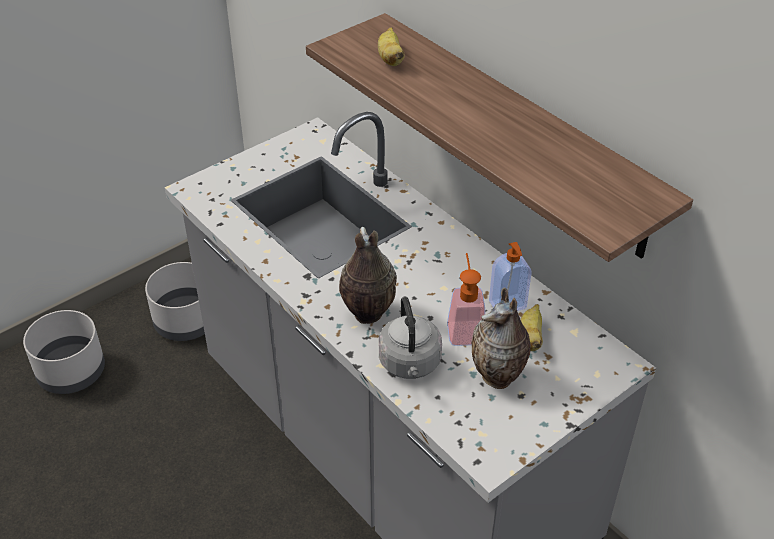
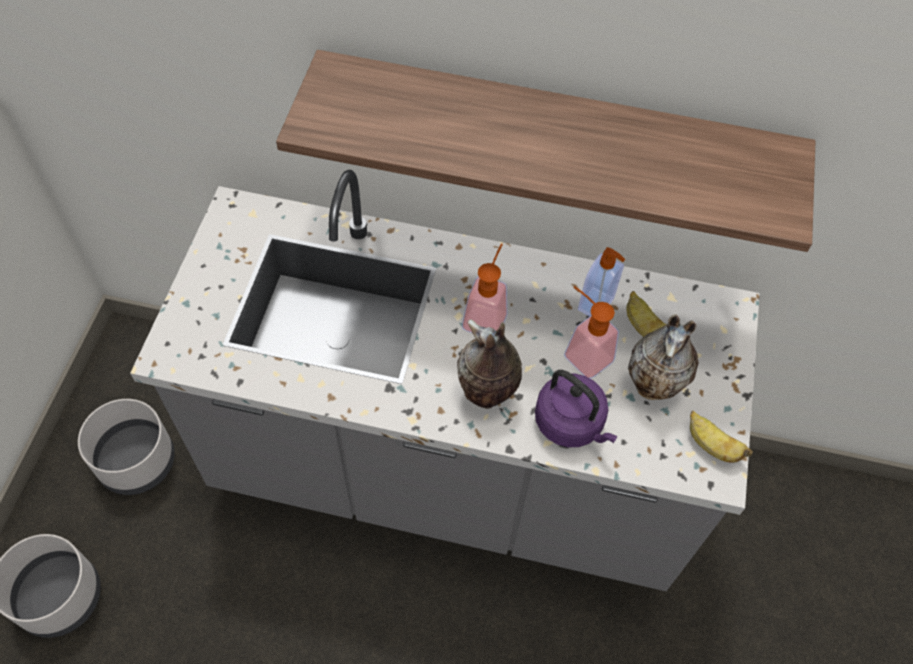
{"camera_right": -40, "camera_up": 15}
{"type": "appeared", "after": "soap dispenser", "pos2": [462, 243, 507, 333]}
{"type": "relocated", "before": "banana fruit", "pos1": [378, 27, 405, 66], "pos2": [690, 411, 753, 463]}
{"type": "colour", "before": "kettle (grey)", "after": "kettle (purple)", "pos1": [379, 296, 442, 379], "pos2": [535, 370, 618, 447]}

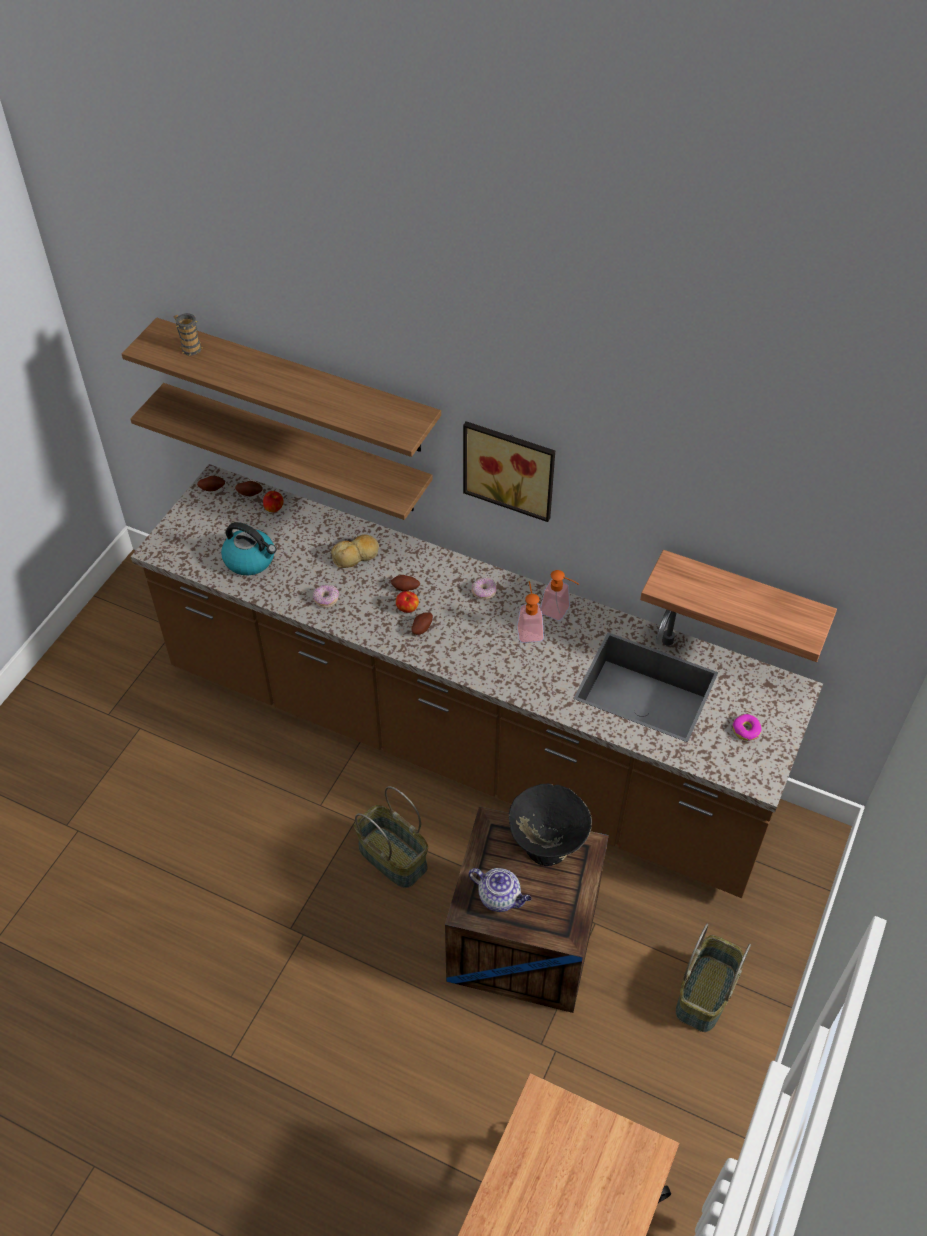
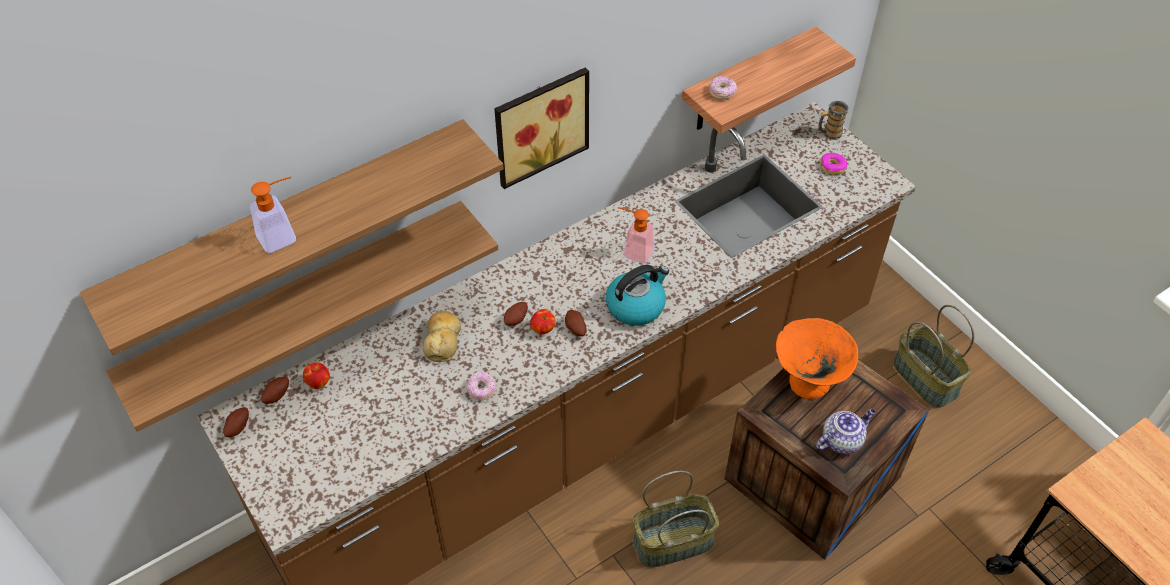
{"camera_right": -60, "camera_up": 0}
{"type": "relocated", "before": "tea mug", "pos1": [173, 313, 202, 356], "pos2": [819, 101, 849, 140]}
{"type": "relocated", "before": "kettle", "pos1": [221, 522, 276, 575], "pos2": [606, 265, 669, 326]}
{"type": "relocated", "before": "doughnut", "pos1": [472, 577, 496, 599], "pos2": [709, 76, 737, 99]}
{"type": "relocated", "before": "soap dispenser", "pos1": [541, 570, 579, 621], "pos2": [250, 176, 296, 253]}
{"type": "colour", "before": "serving bowl (black)", "after": "serving bowl (orangey)", "pos1": [509, 784, 592, 866], "pos2": [776, 318, 858, 399]}

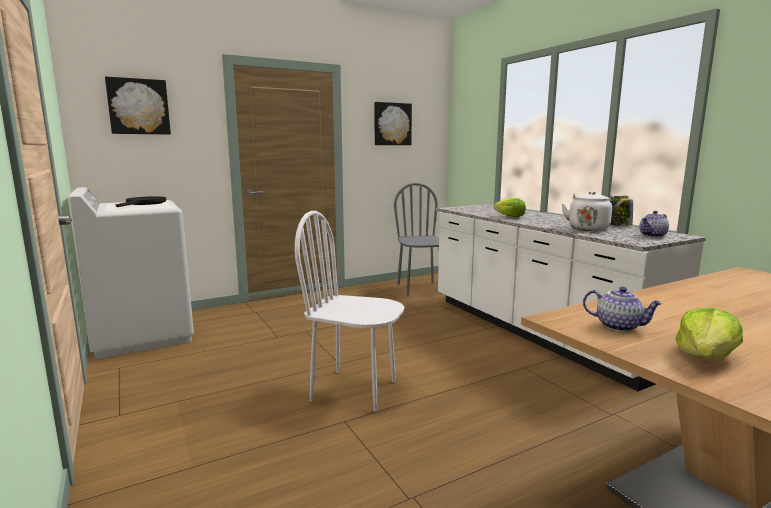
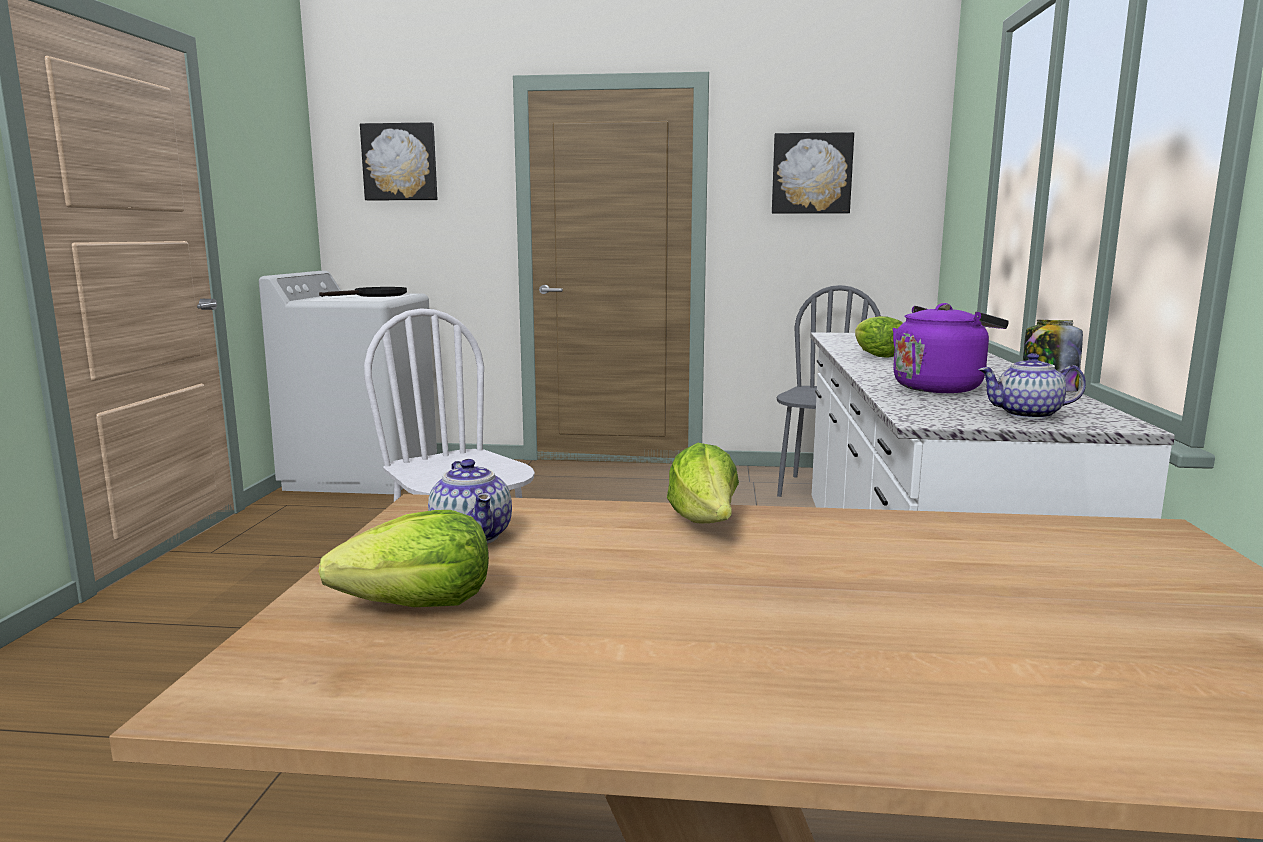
{"camera_right": 35, "camera_up": 0}
{"type": "appeared", "after": "head of lettuce", "pos2": [667, 443, 739, 524]}
{"type": "colour", "before": "kettle (white)", "after": "kettle (purple)", "pos1": [562, 191, 613, 231], "pos2": [892, 303, 1009, 393]}

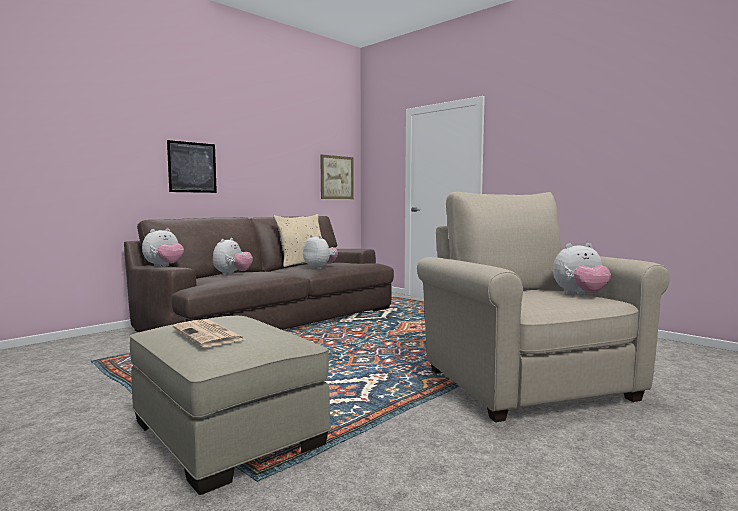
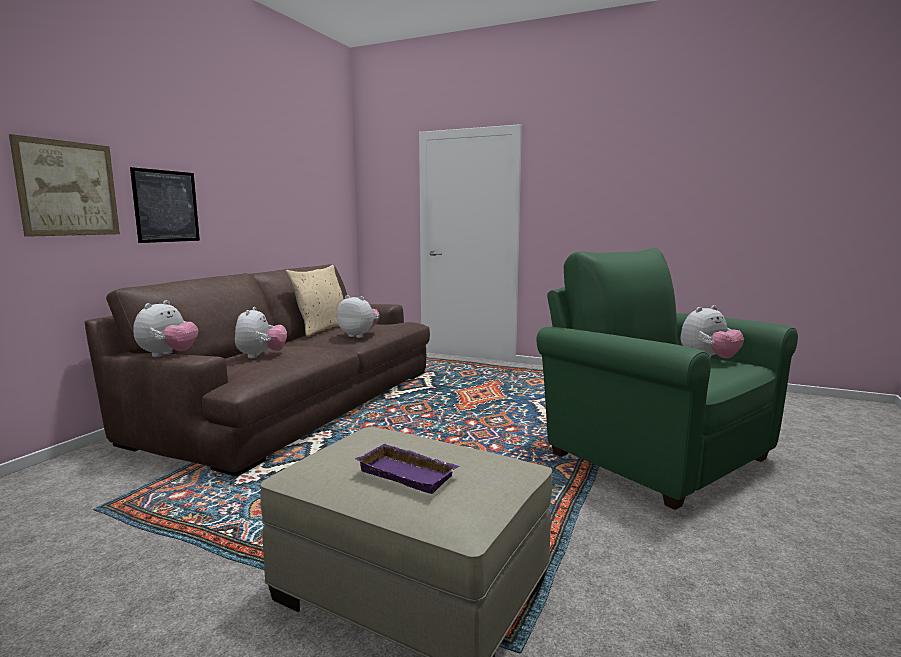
{"camera_right": -20, "camera_up": 5}
{"type": "relocated", "before": "wall picture", "pos1": [320, 154, 354, 199], "pos2": [9, 134, 120, 237]}
{"type": "exchanged", "before": "printed paper", "after": "serving tray (purple)", "pos1": [173, 319, 247, 347], "pos2": [355, 444, 460, 494]}
{"type": "colour", "before": "armchair (sand-coloured)", "after": "armchair (green)", "pos1": [417, 192, 670, 422], "pos2": [537, 248, 798, 510]}

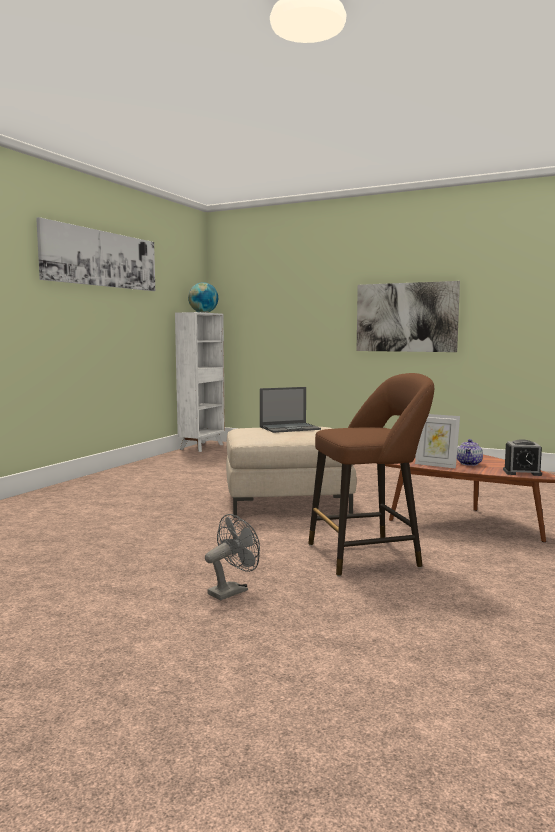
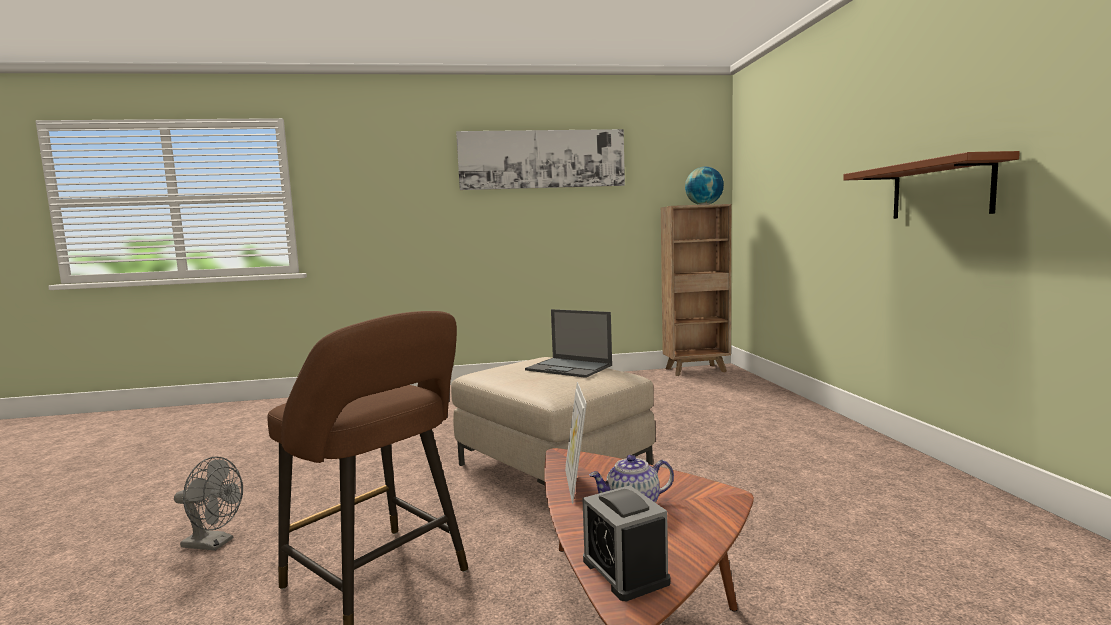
{"camera_right": 55, "camera_up": 0}
{"type": "exchanged", "before": "wall picture", "after": "wall shelf (brown-coloured)", "pos1": [357, 281, 460, 352], "pos2": [843, 151, 1020, 219]}
{"type": "colour", "before": "bookshelf (white)", "after": "bookshelf (brown-coloured)", "pos1": [175, 312, 225, 452], "pos2": [661, 204, 731, 376]}

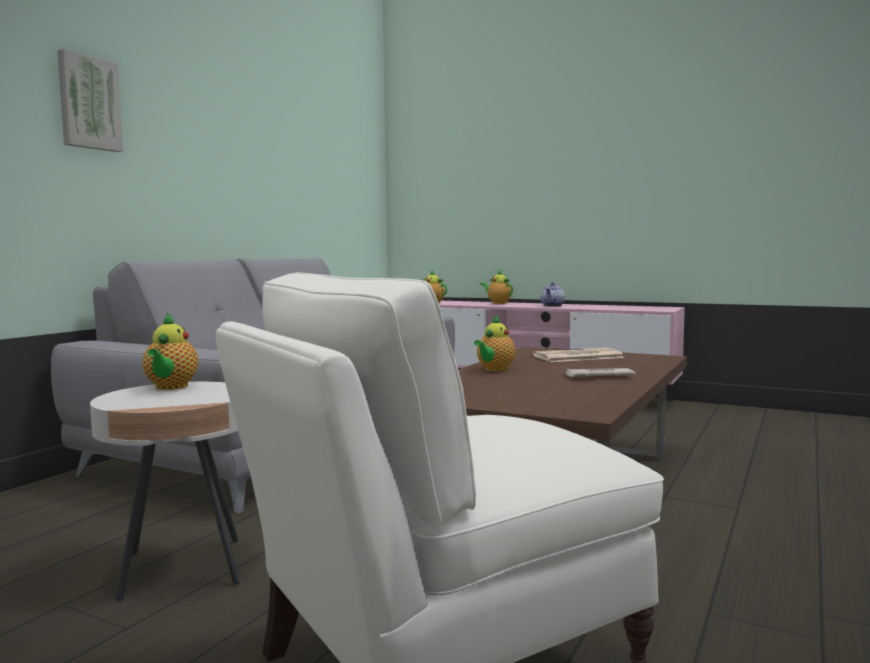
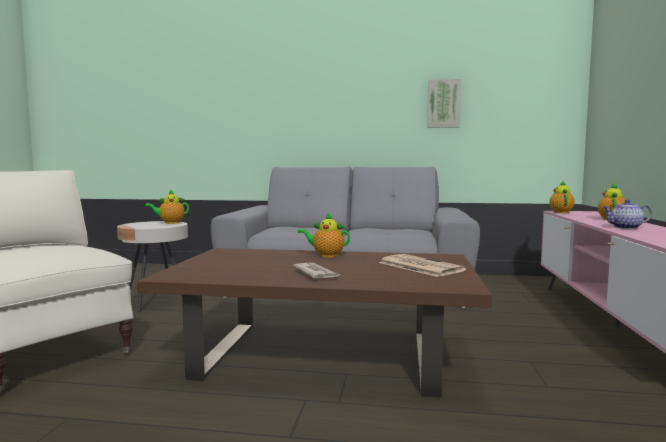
{"camera_right": 70, "camera_up": 0}
{"type": "relocated", "before": "wall picture", "pos1": [57, 49, 123, 152], "pos2": [427, 79, 461, 128]}

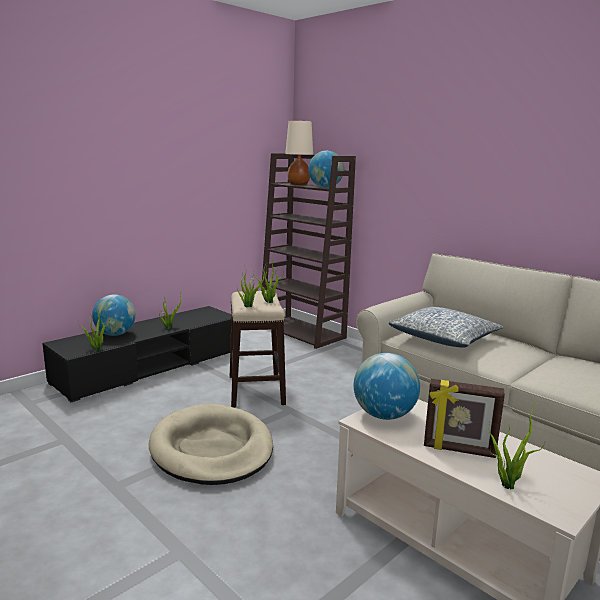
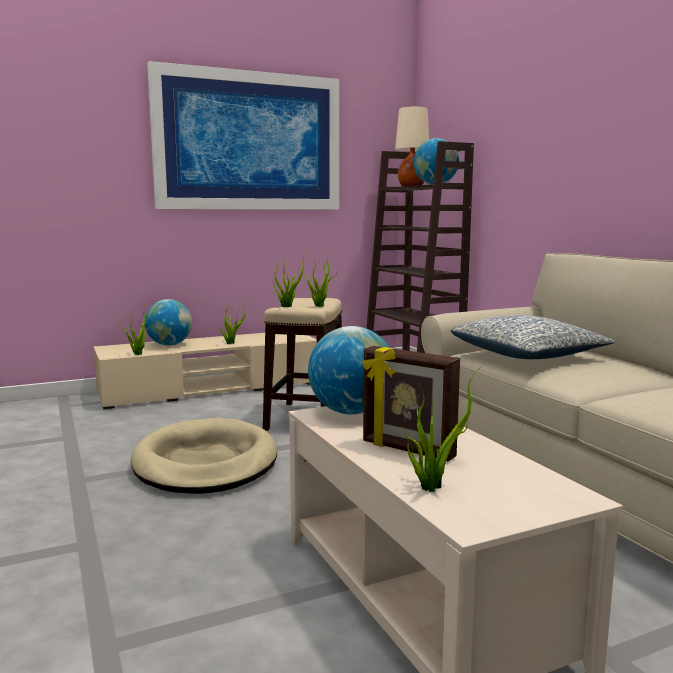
{"camera_right": 20, "camera_up": -5}
{"type": "appeared", "after": "wall picture", "pos2": [147, 61, 339, 210]}
{"type": "colour", "before": "tv stand (black)", "after": "tv stand (sand-coloured)", "pos1": [42, 306, 231, 402], "pos2": [93, 333, 317, 409]}

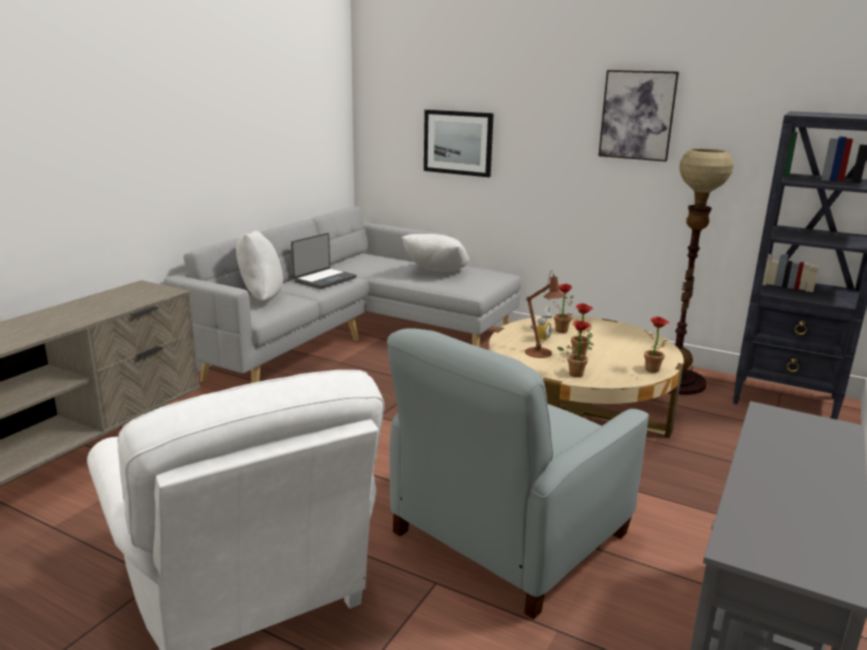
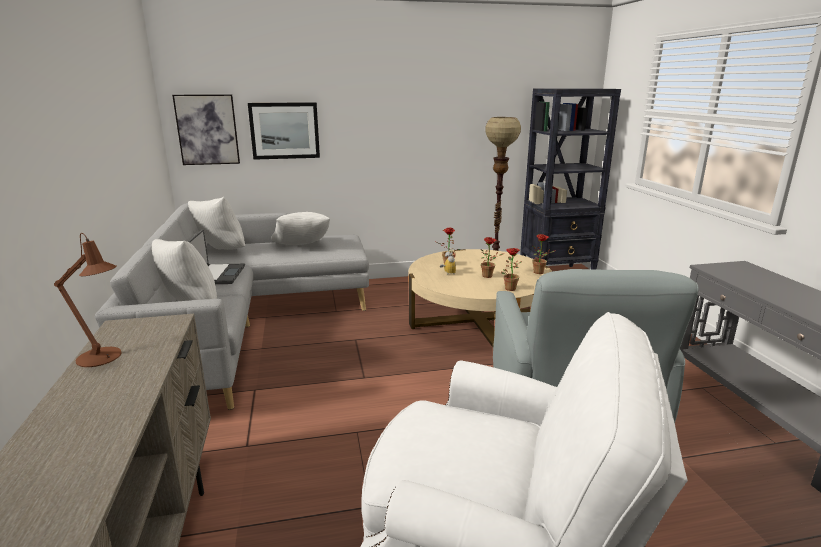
{"camera_right": -40, "camera_up": 0}
{"type": "appeared", "after": "throw pillow (white)", "pos2": [188, 197, 245, 250]}
{"type": "relocated", "before": "table lamp (brown-coloured)", "pos1": [525, 270, 565, 358], "pos2": [54, 233, 122, 367]}
{"type": "relocated", "before": "wall picture", "pos1": [598, 70, 679, 162], "pos2": [172, 94, 240, 165]}

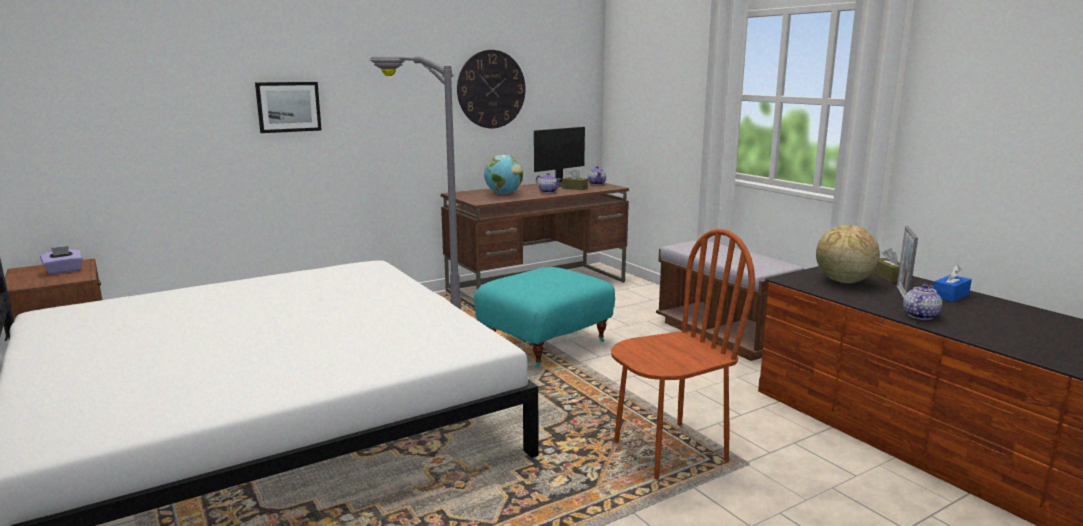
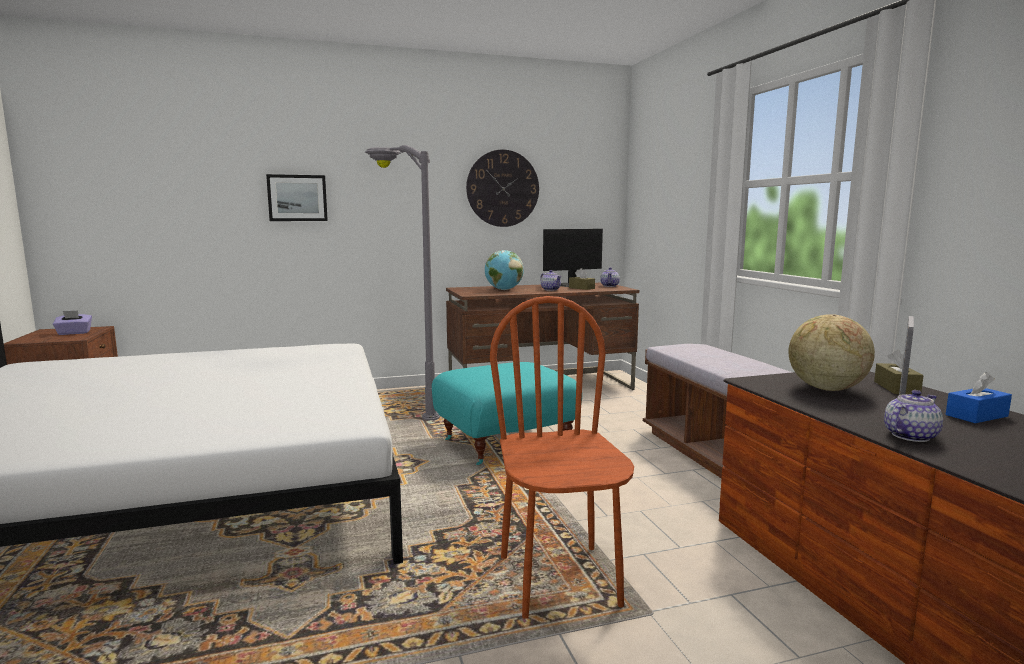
{"camera_right": 15, "camera_up": -5}
{"type": "spun", "before": "plain chair (brown-coloured)", "pos1": [611, 229, 755, 480], "pos2": [490, 296, 634, 619], "turn": -90}

